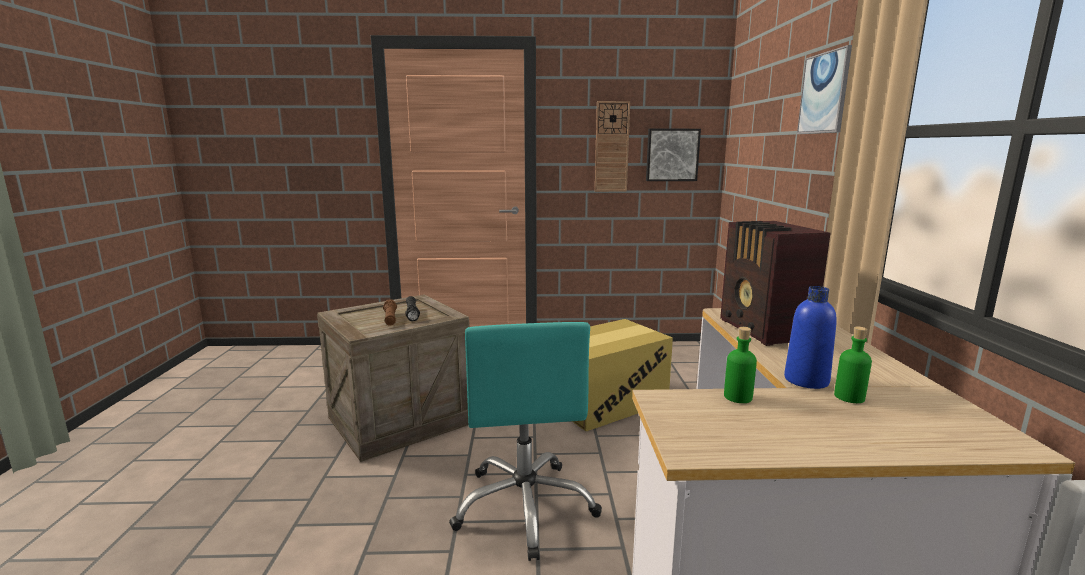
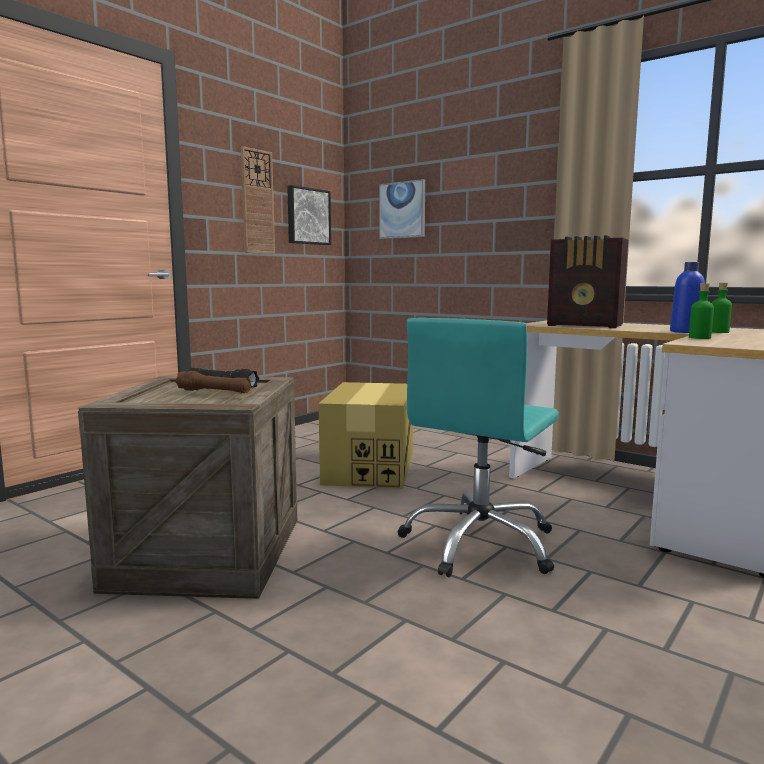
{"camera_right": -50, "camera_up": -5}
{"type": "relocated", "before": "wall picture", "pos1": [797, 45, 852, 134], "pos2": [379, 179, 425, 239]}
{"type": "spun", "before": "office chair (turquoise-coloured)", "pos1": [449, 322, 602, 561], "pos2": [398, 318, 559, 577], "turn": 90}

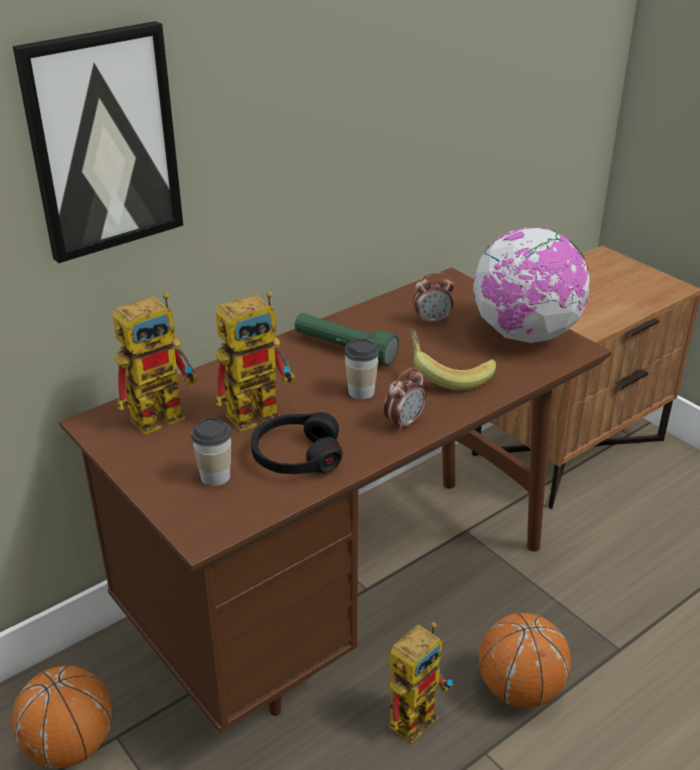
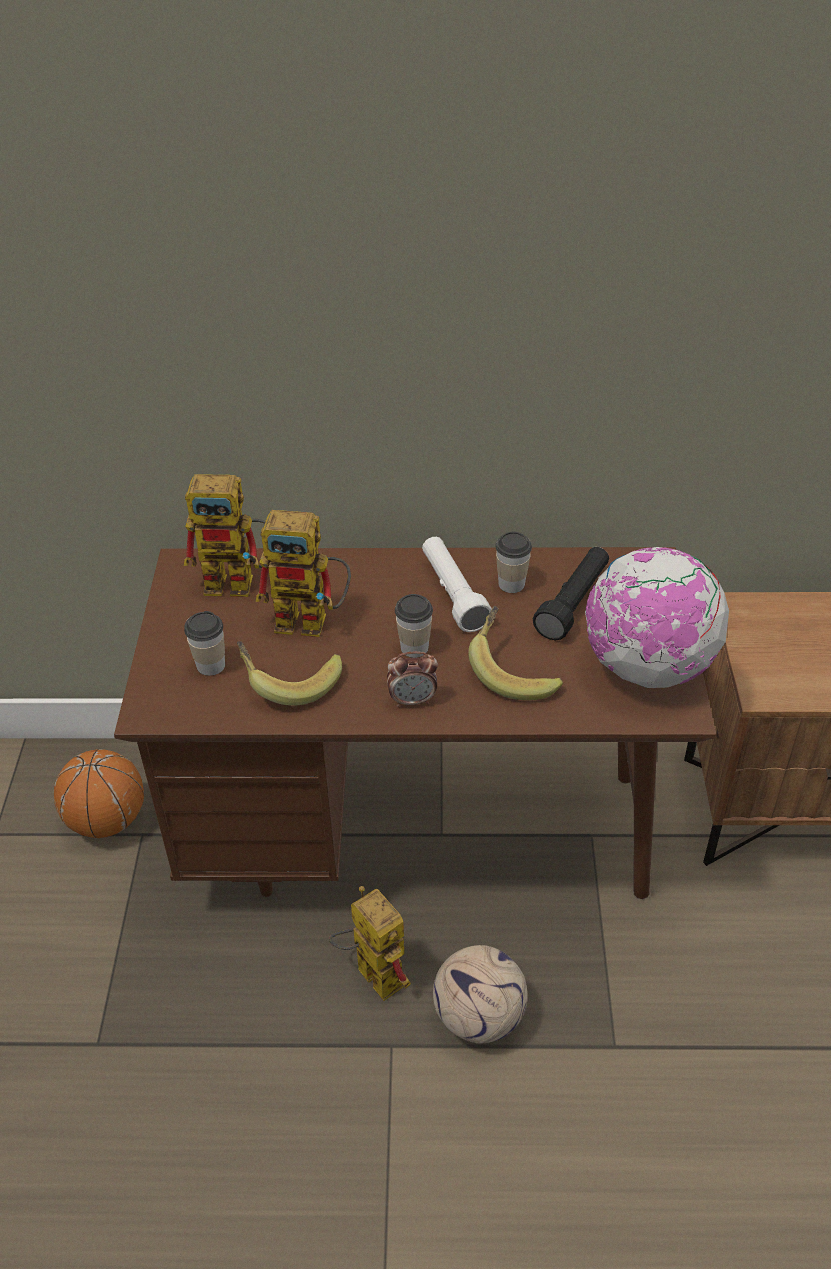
{"camera_right": 40, "camera_up": 10}
{"type": "missing", "before": "wall picture", "pos1": [13, 21, 183, 263]}
{"type": "appeared", "after": "cup", "pos2": [496, 532, 532, 593]}
{"type": "exchanged", "before": "headset (black)", "after": "banana fruit", "pos1": [251, 412, 342, 474], "pos2": [237, 641, 342, 706]}
{"type": "exchanged", "before": "bedside clock", "after": "flashlight (black)", "pos1": [413, 273, 454, 325], "pos2": [533, 547, 609, 640]}
{"type": "exchanged", "before": "ball for basketball", "after": "ball for football", "pos1": [479, 613, 571, 708], "pos2": [433, 945, 528, 1044]}
{"type": "colour", "before": "flashlight (green)", "after": "flashlight (white)", "pos1": [295, 313, 399, 366], "pos2": [422, 537, 492, 632]}
{"type": "spun", "before": "robot figure", "pos1": [389, 622, 453, 744], "pos2": [329, 886, 411, 1001], "turn": -120}

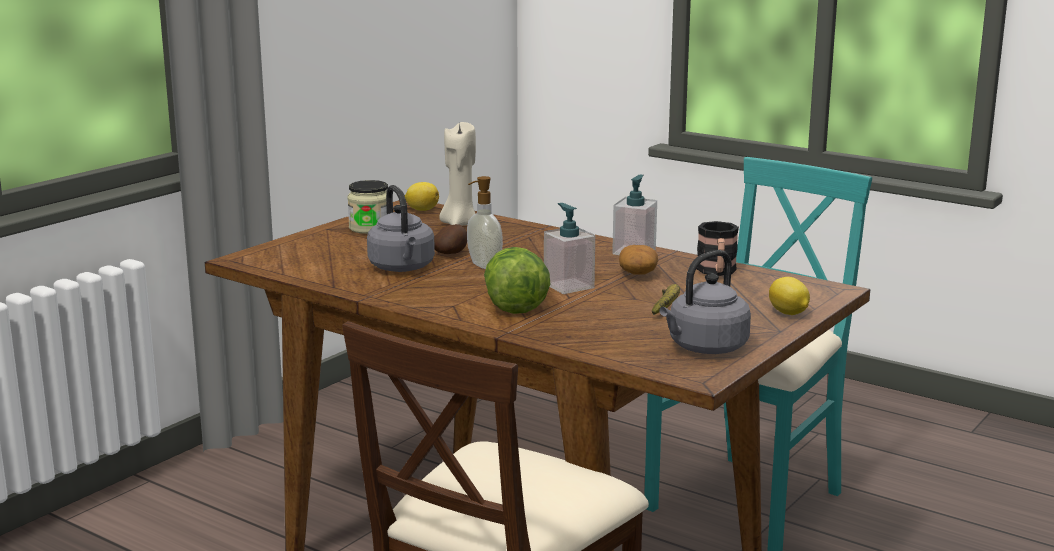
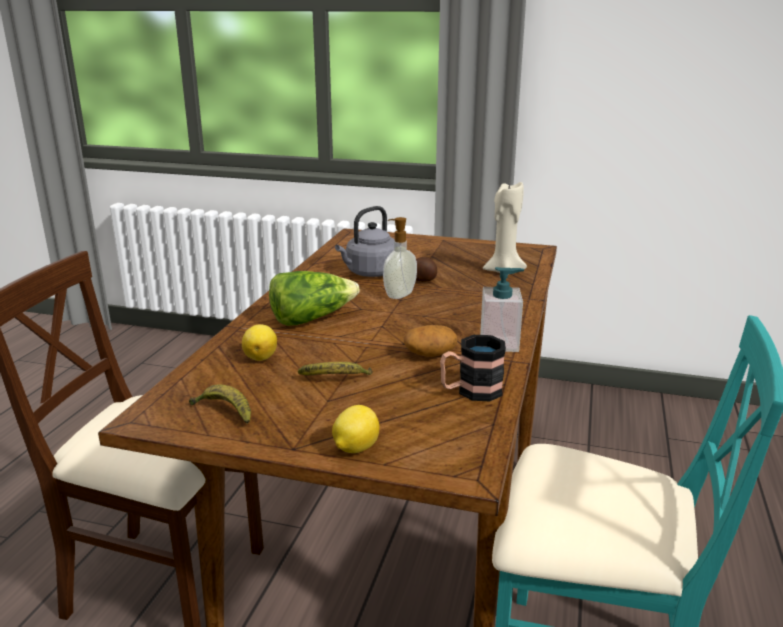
{"camera_right": 70, "camera_up": 5}
{"type": "missing", "before": "preserve jar", "pos1": [347, 180, 388, 234]}
{"type": "missing", "before": "soap dispenser", "pos1": [544, 203, 595, 294]}
{"type": "relocated", "before": "citrus fruit", "pos1": [405, 182, 439, 211], "pos2": [242, 324, 277, 361]}
{"type": "exchanged", "before": "kettle (grey)", "after": "banana fruit", "pos1": [659, 250, 751, 354], "pos2": [189, 385, 251, 424]}

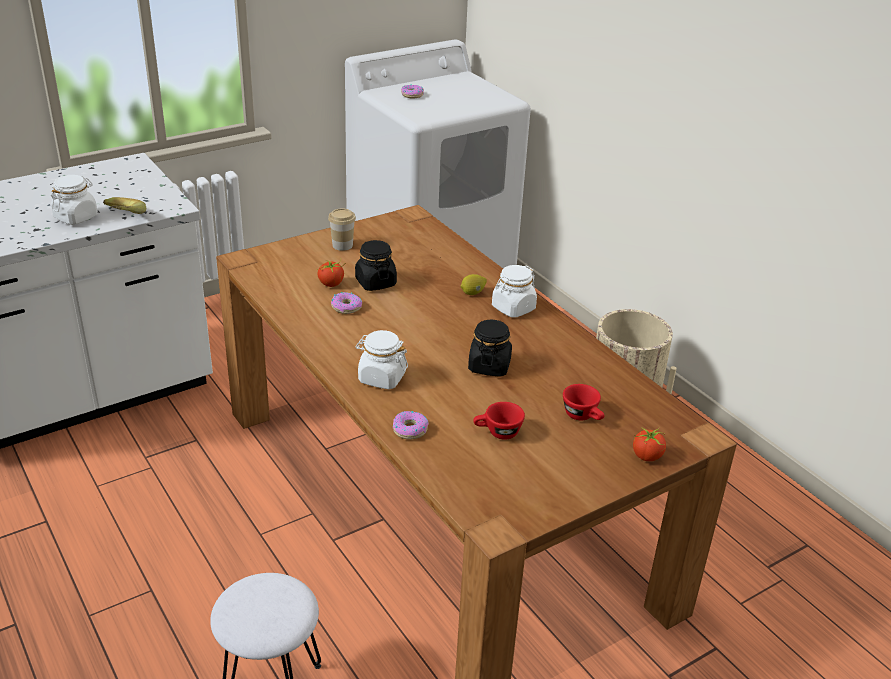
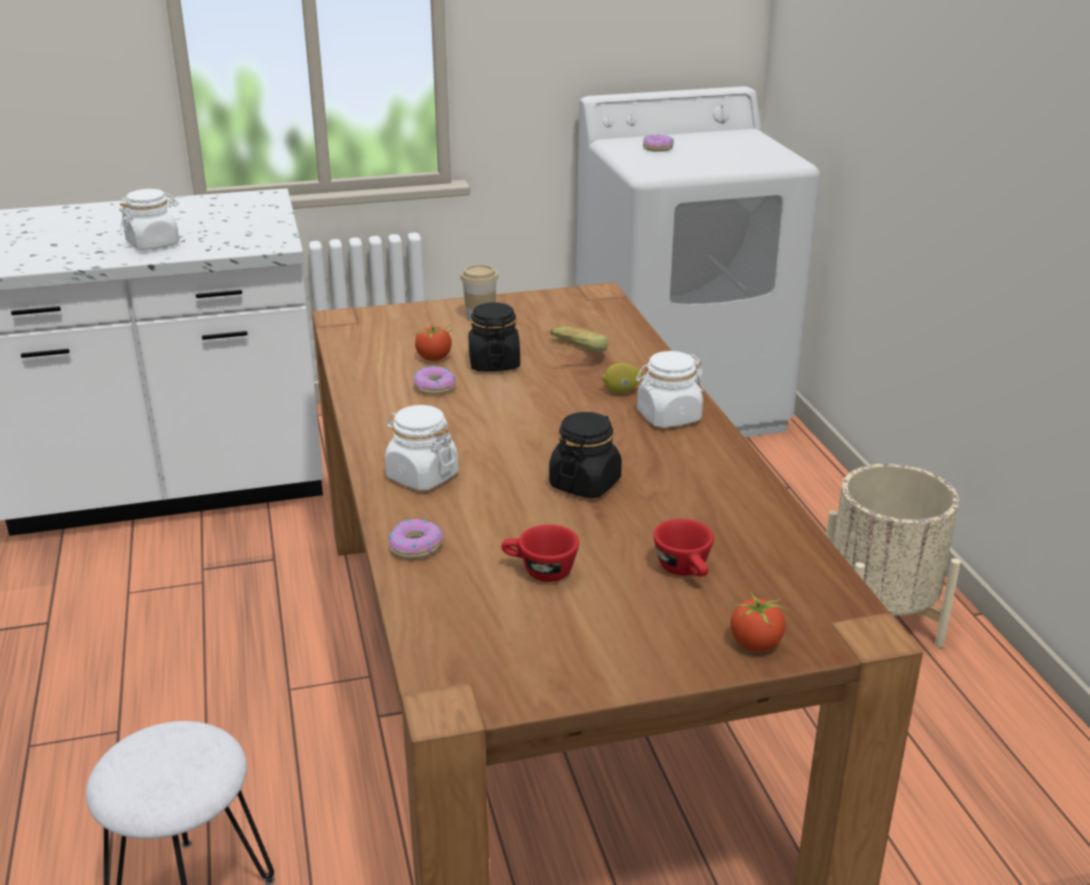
{"camera_right": 20, "camera_up": -5}
{"type": "relocated", "before": "banana fruit", "pos1": [103, 197, 146, 214], "pos2": [550, 326, 608, 352]}

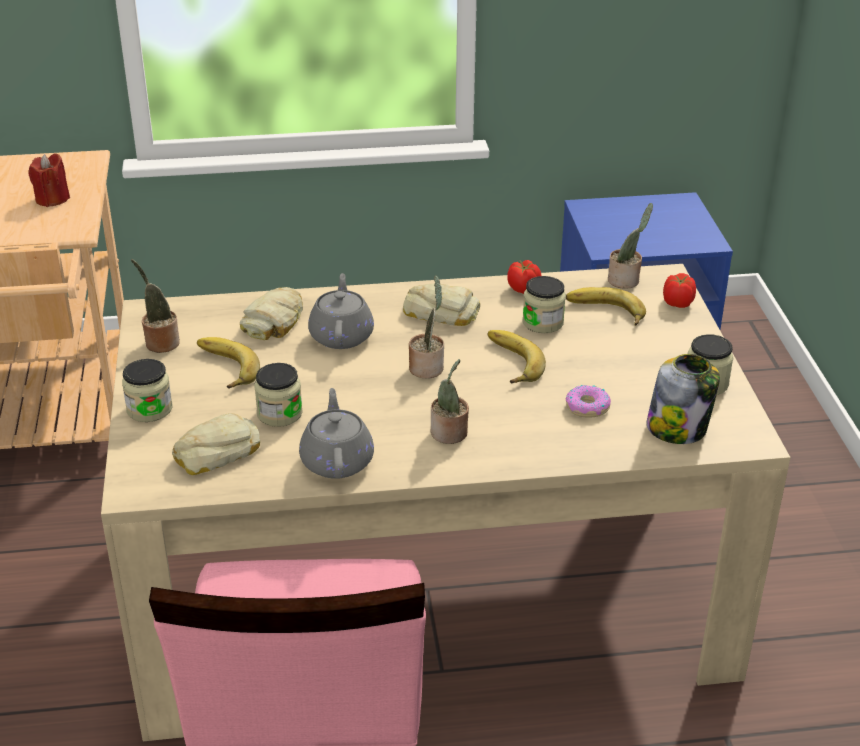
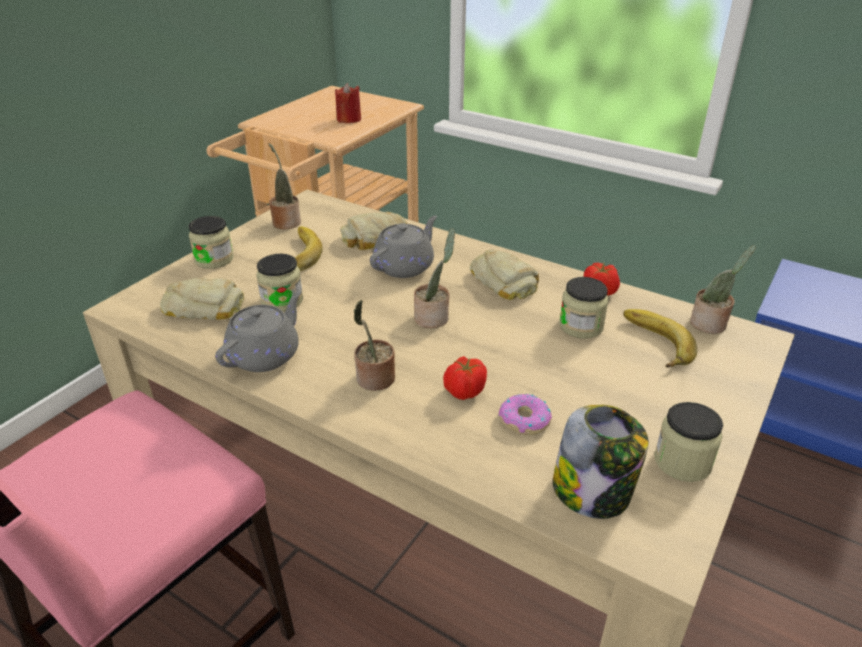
{"camera_right": 40, "camera_up": 0}
{"type": "missing", "before": "banana fruit", "pos1": [487, 330, 546, 383]}
{"type": "relocated", "before": "tomato", "pos1": [663, 273, 696, 308], "pos2": [443, 356, 487, 400]}

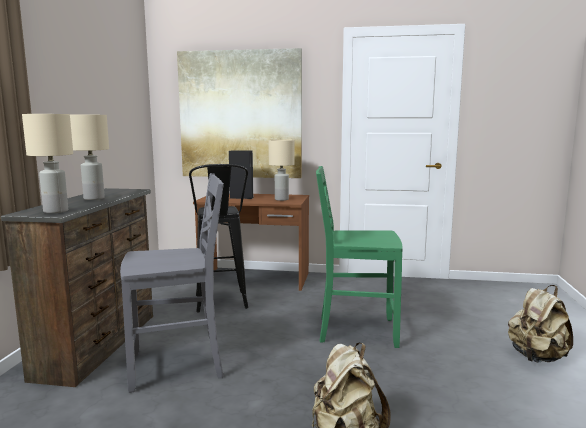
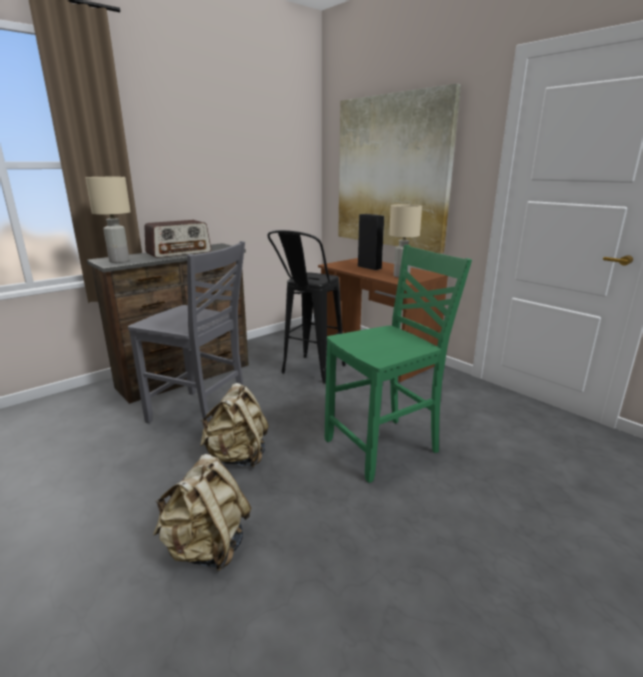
{"camera_right": 40, "camera_up": 10}
{"type": "relocated", "before": "backpack (sand-coloured)", "pos1": [508, 285, 573, 363], "pos2": [200, 383, 269, 468]}
{"type": "exchanged", "before": "table lamp (sand-coloured)", "after": "radio receiver", "pos1": [70, 115, 109, 200], "pos2": [145, 220, 211, 258]}
{"type": "spun", "before": "plain chair (green)", "pos1": [316, 166, 403, 348], "pos2": [325, 245, 472, 483], "turn": 105}

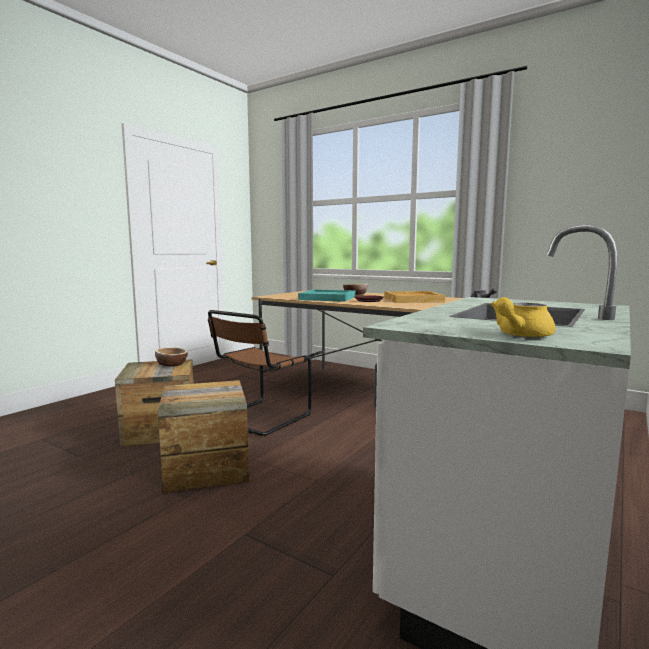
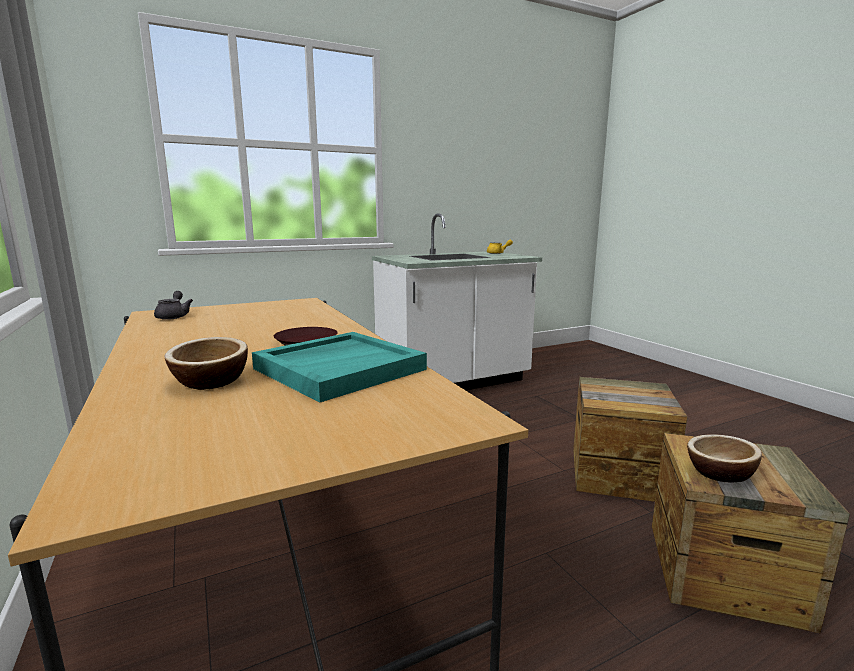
{"camera_right": -150, "camera_up": 5}
{"type": "missing", "before": "plain chair (brown-coloured)", "pos1": [208, 310, 311, 436]}
{"type": "missing", "before": "serving tray (sand-coloured)", "pos1": [384, 291, 445, 303]}

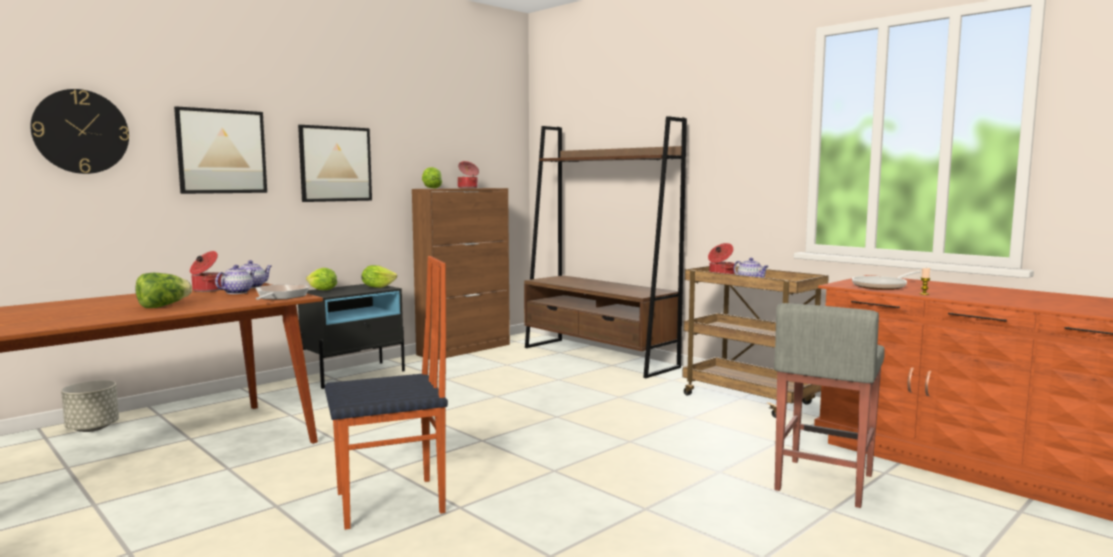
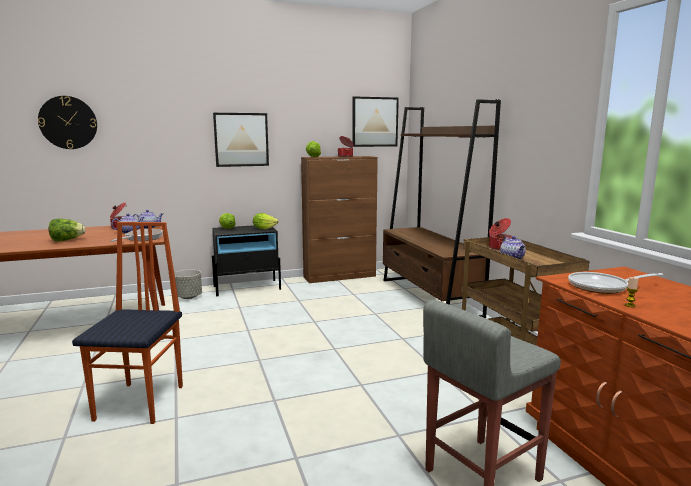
{"camera_right": 25, "camera_up": 5}
{"type": "relocated", "before": "planter (grey)", "pos1": [61, 380, 119, 432], "pos2": [174, 270, 202, 299]}
{"type": "relocated", "before": "wall picture", "pos1": [174, 106, 267, 194], "pos2": [352, 96, 399, 147]}
{"type": "spun", "before": "plain chair", "pos1": [325, 256, 448, 530], "pos2": [72, 222, 183, 424], "turn": -90}

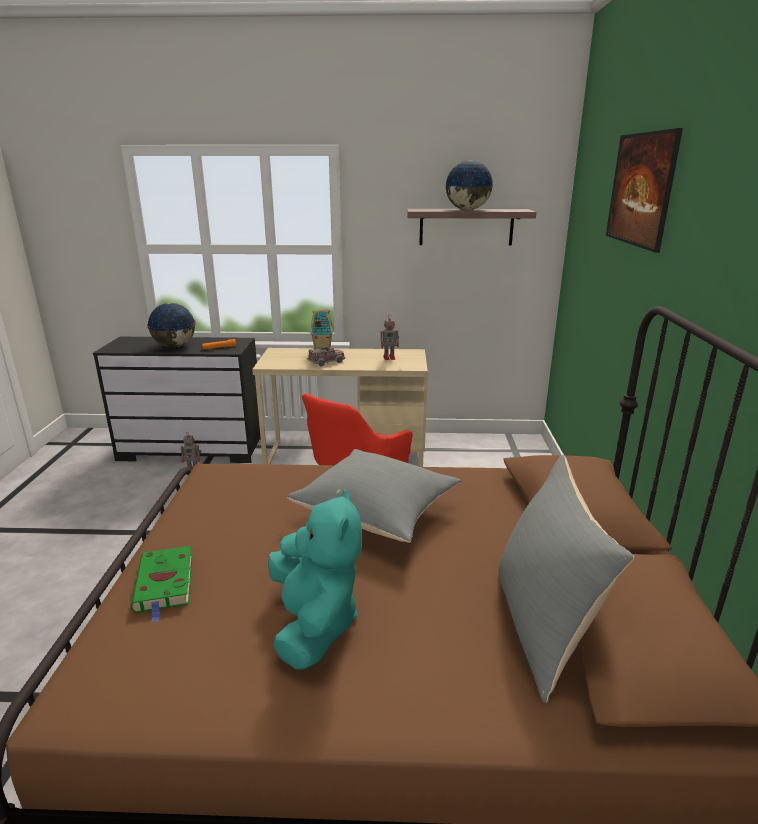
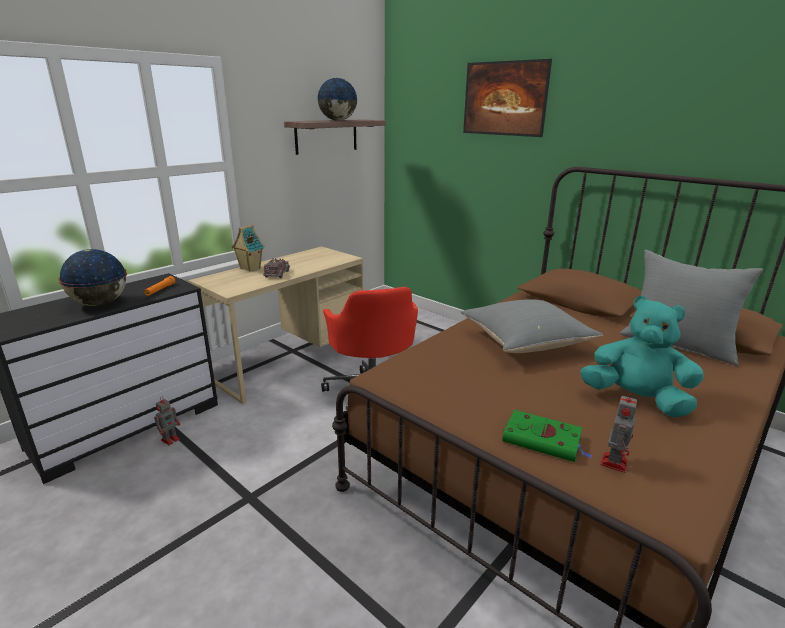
{"camera_right": -50, "camera_up": 0}
{"type": "relocated", "before": "robot figure", "pos1": [381, 317, 399, 360], "pos2": [601, 392, 637, 473]}

